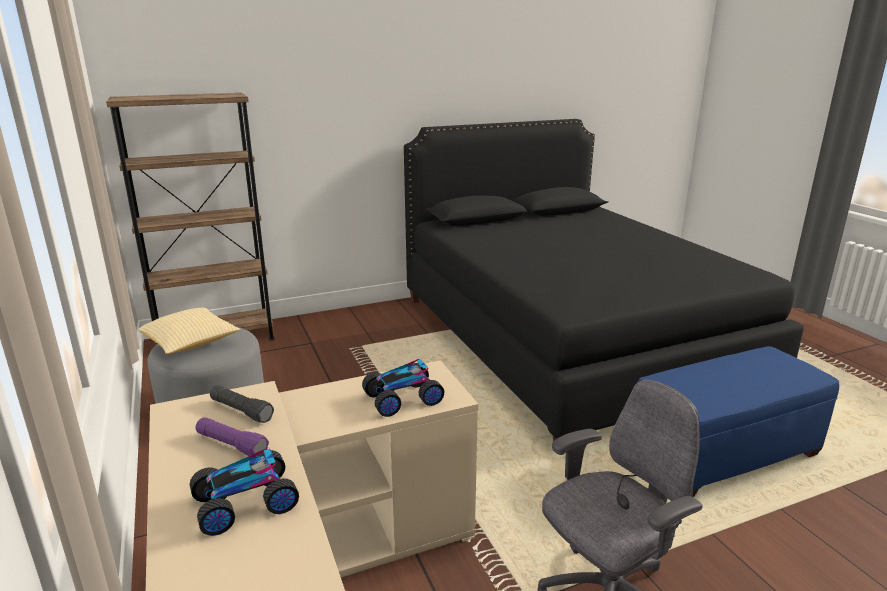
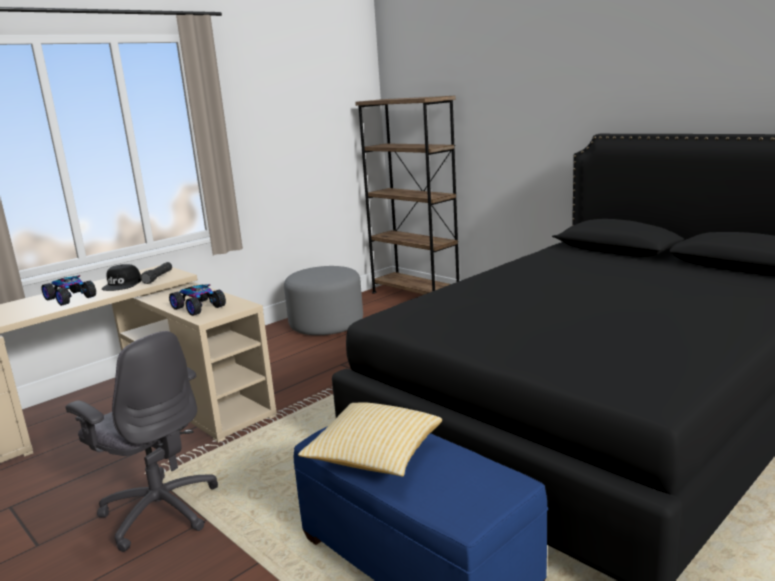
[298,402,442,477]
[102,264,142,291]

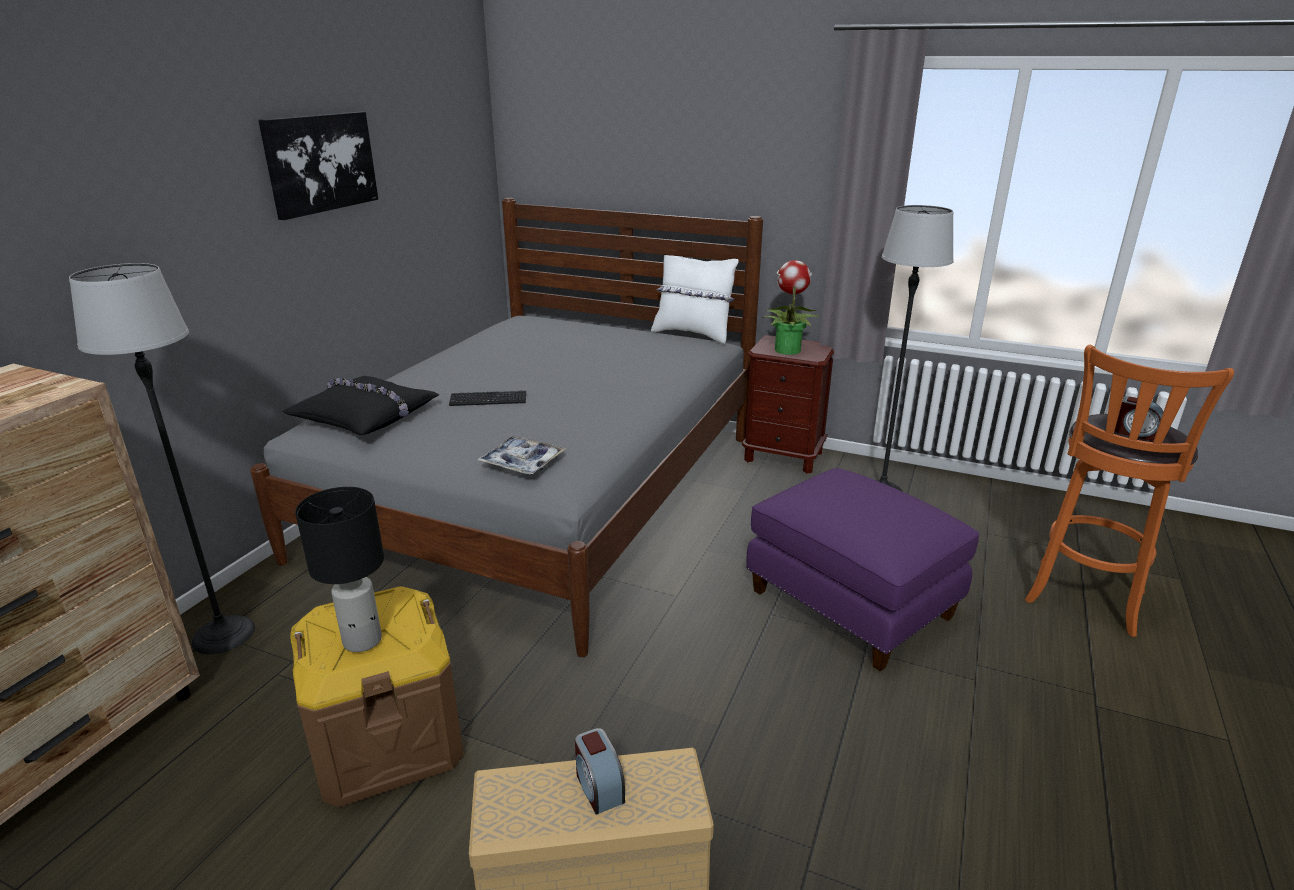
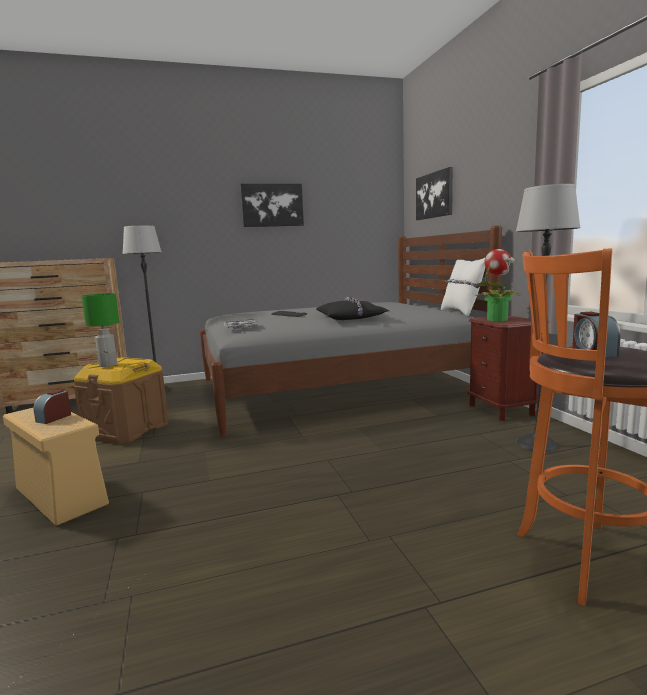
[746,468,980,671] (first image)
[416,167,453,220]
[316,297,389,320]
[81,293,119,367]

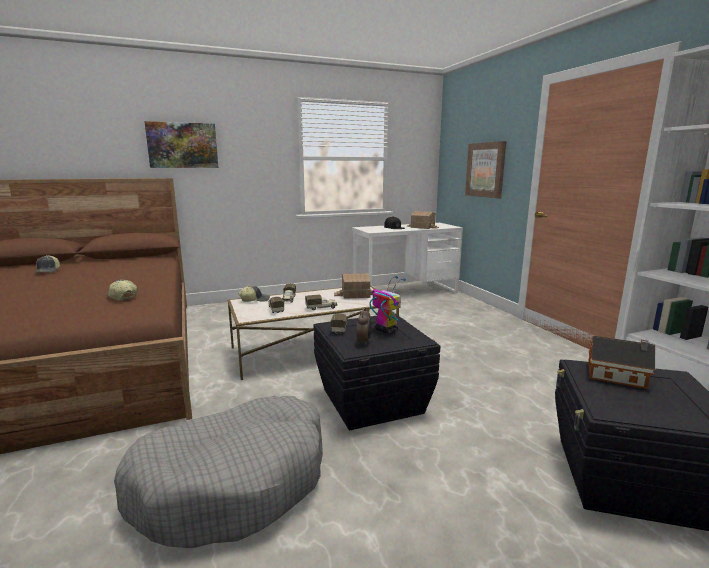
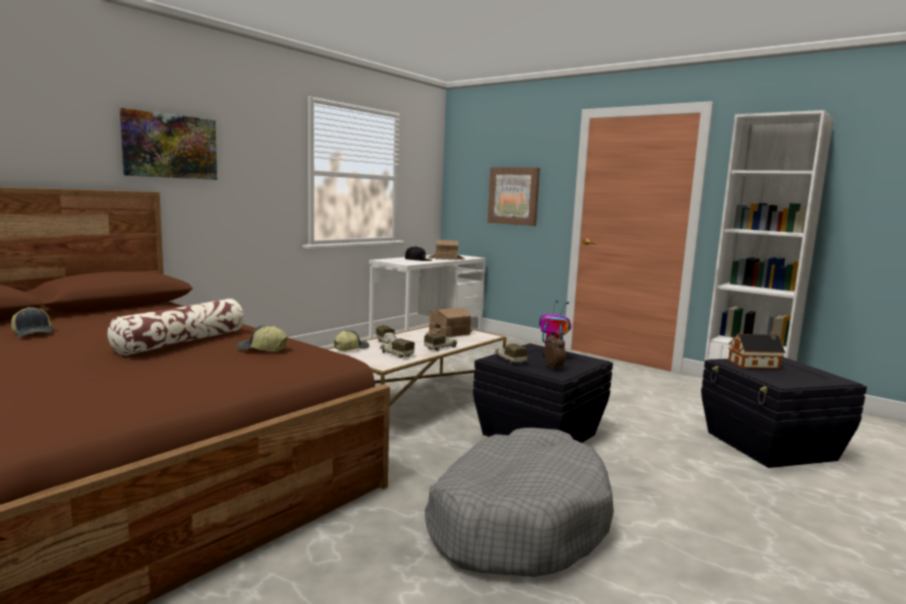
[107,299,244,356]

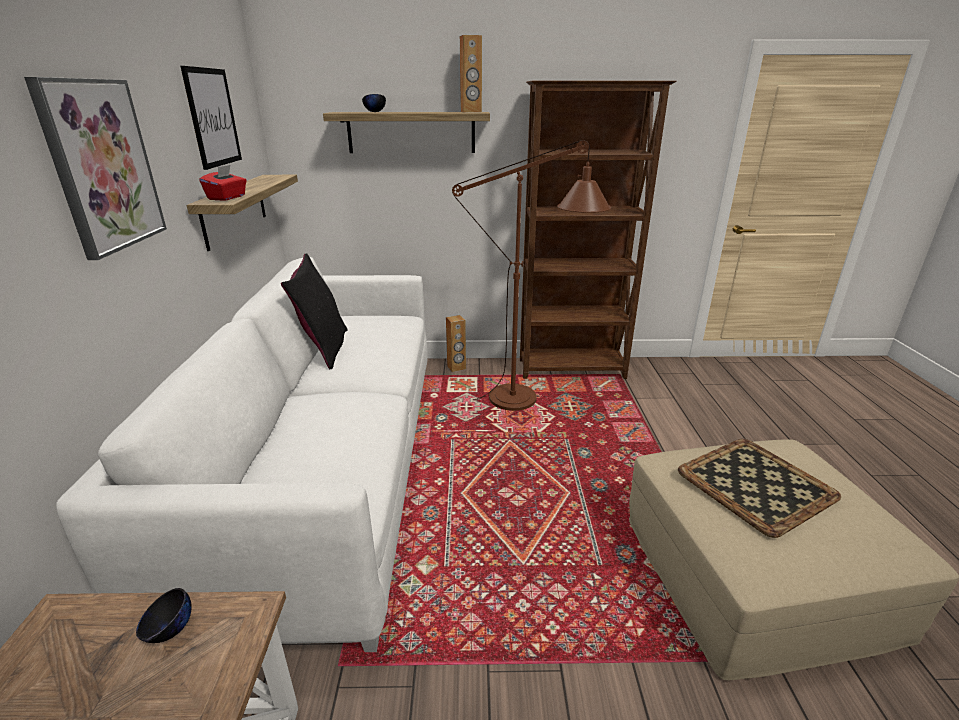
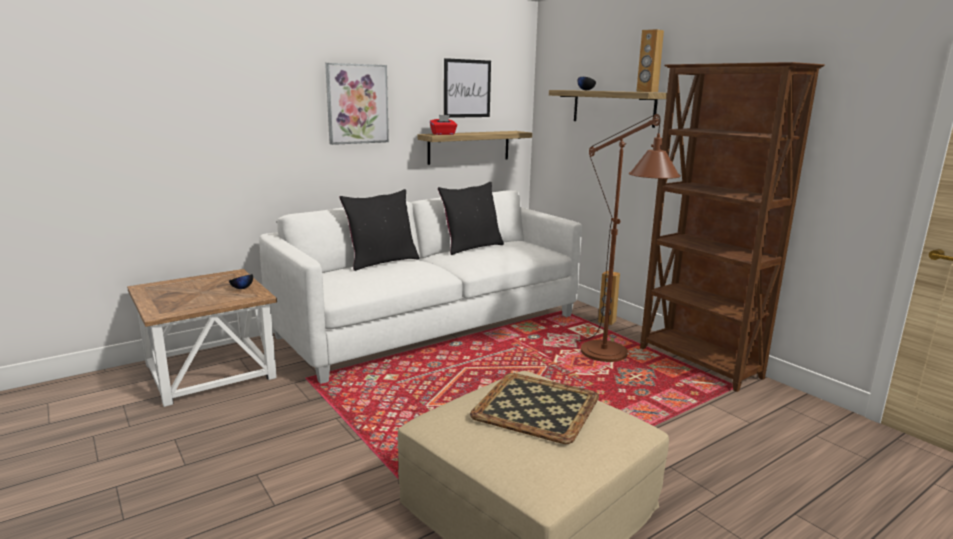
[339,189,419,271]

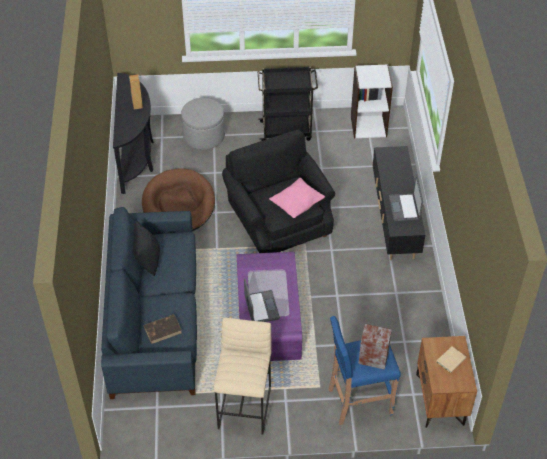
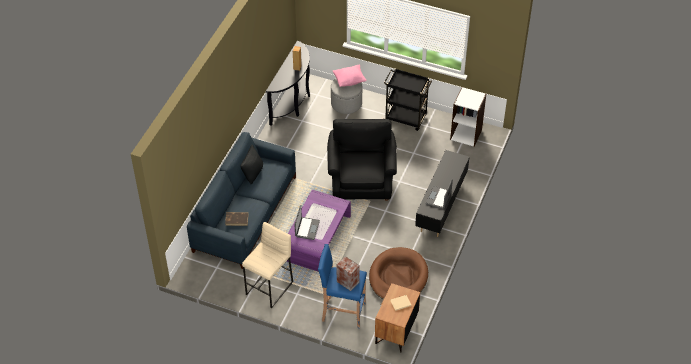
[369,247,428,299]
[333,65,366,87]

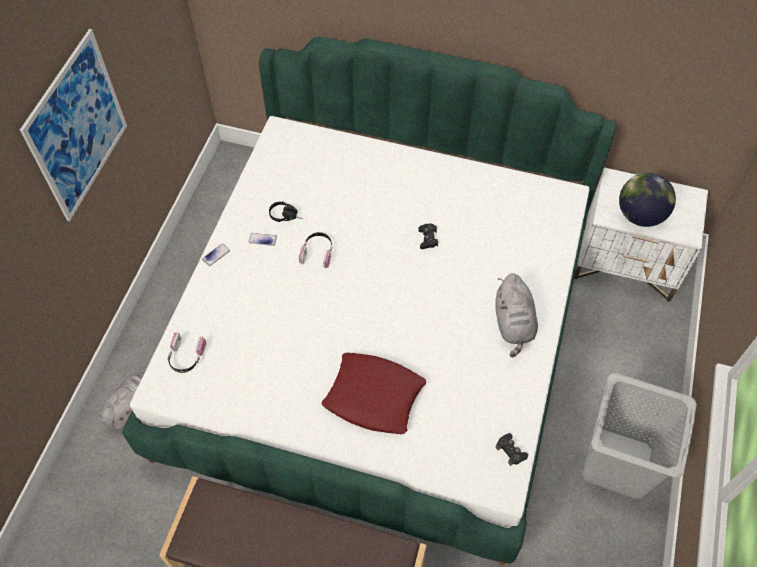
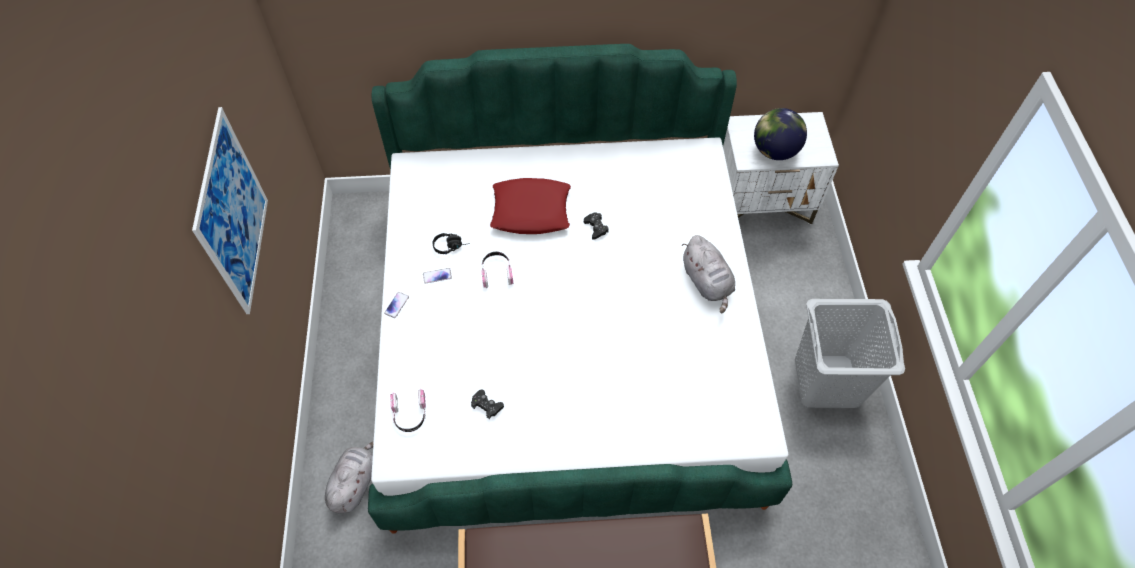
[490,178,571,234]
[471,389,504,419]

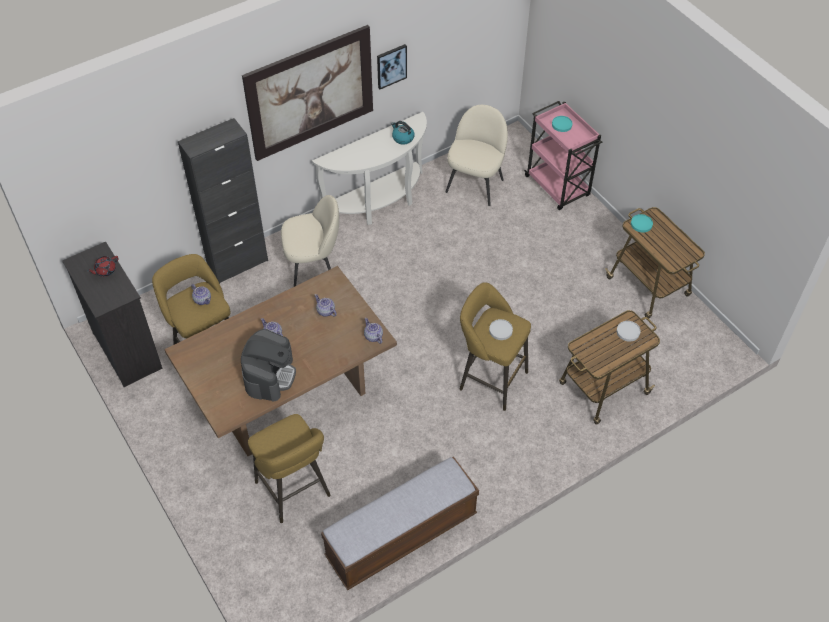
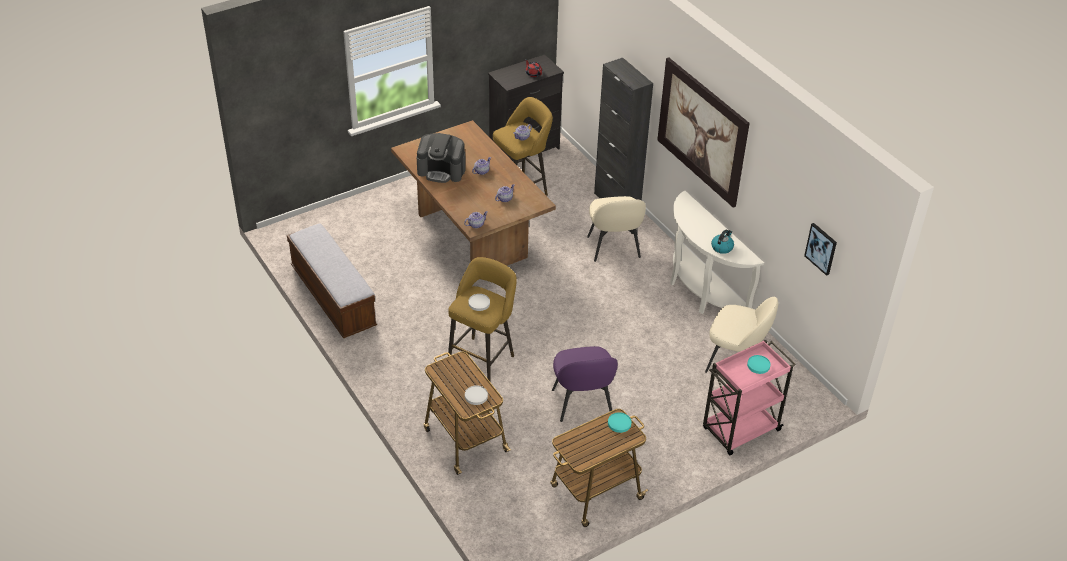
[248,414,331,523] (first image)
[552,346,618,422]
[804,223,837,276]

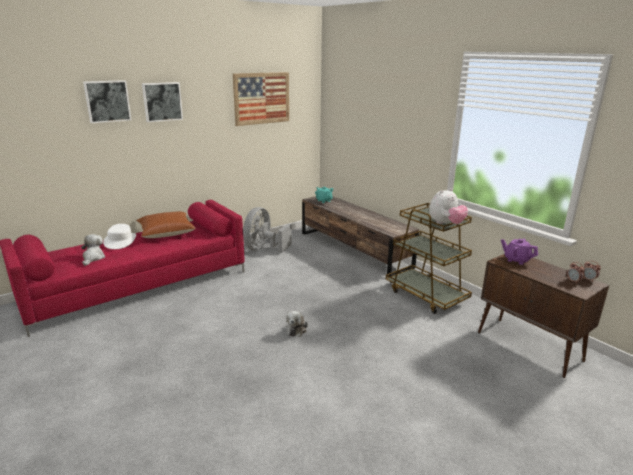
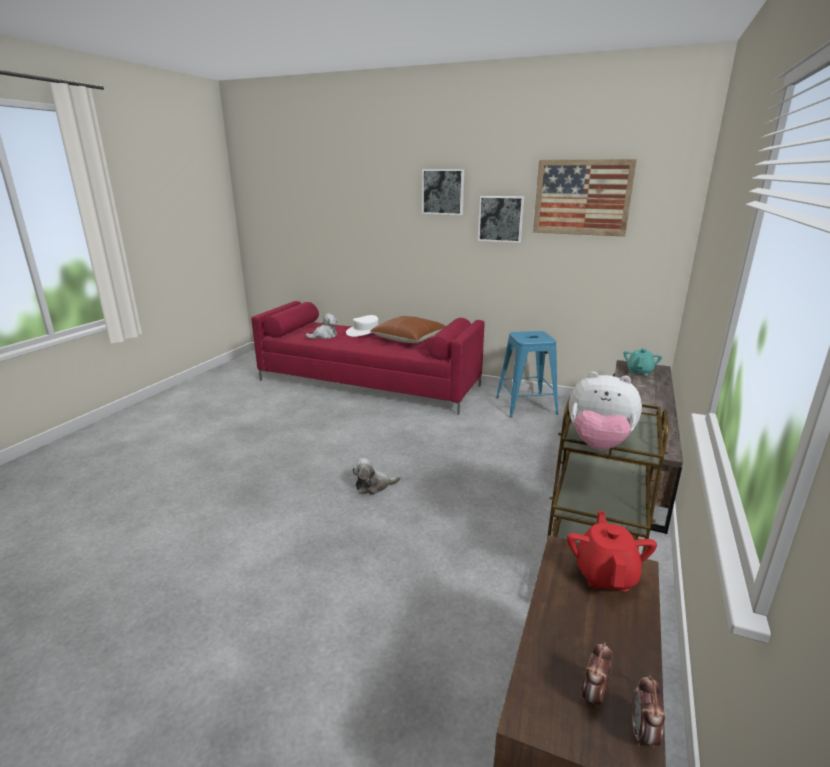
[478,196,524,243]
[496,331,558,418]
[567,511,657,591]

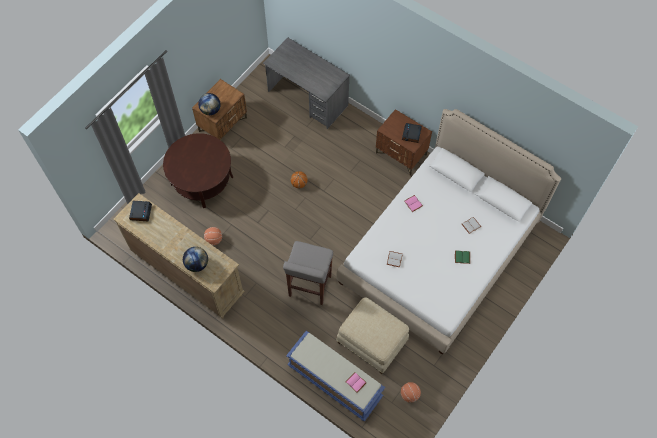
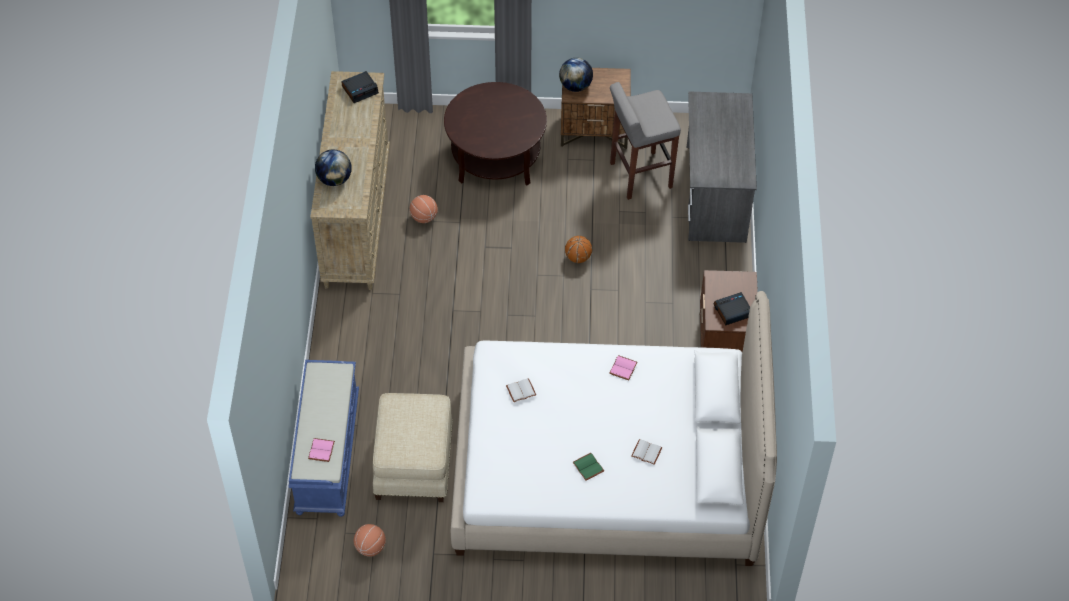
[610,82,681,200]

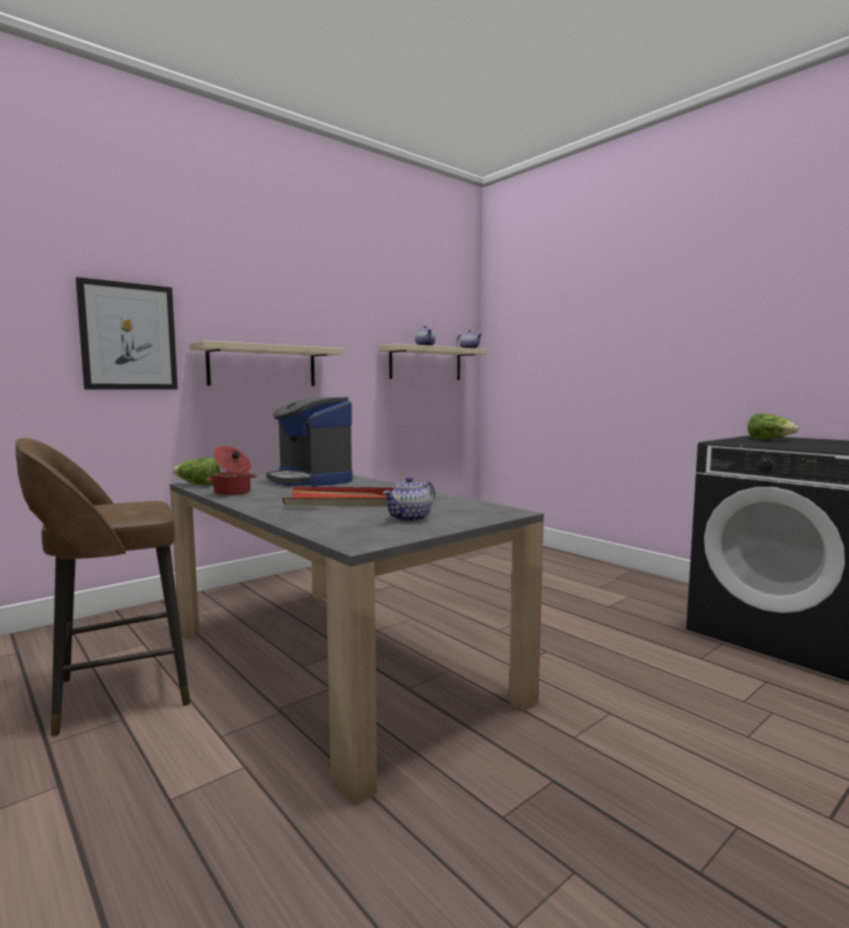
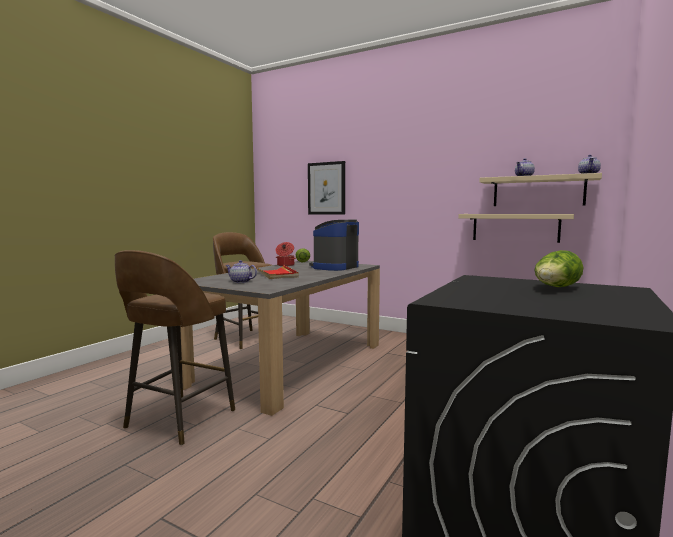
[115,250,235,445]
[459,214,574,243]

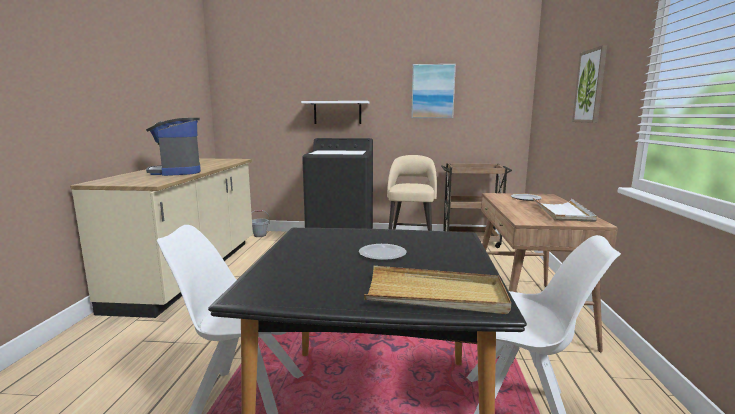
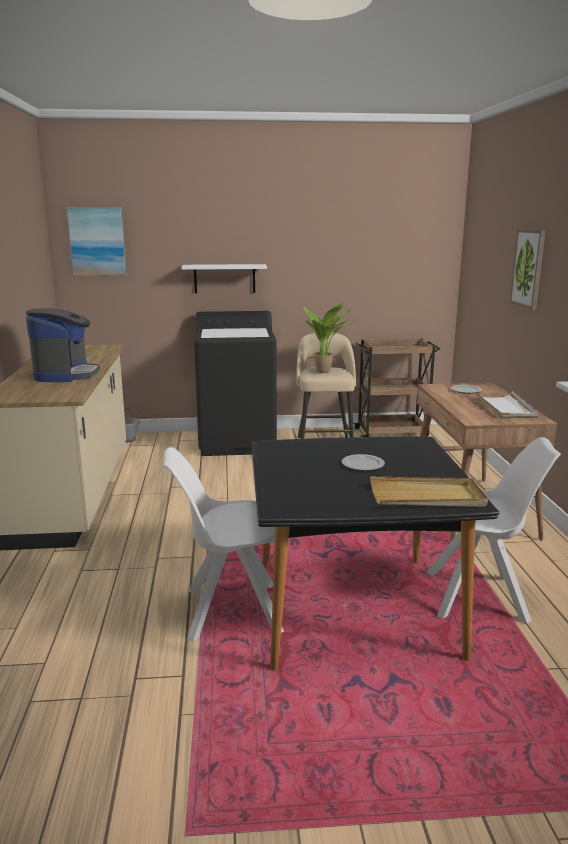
[304,302,356,373]
[66,207,127,277]
[26,308,100,382]

